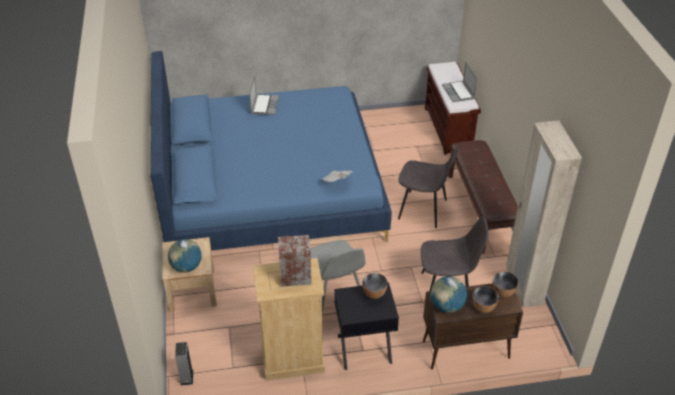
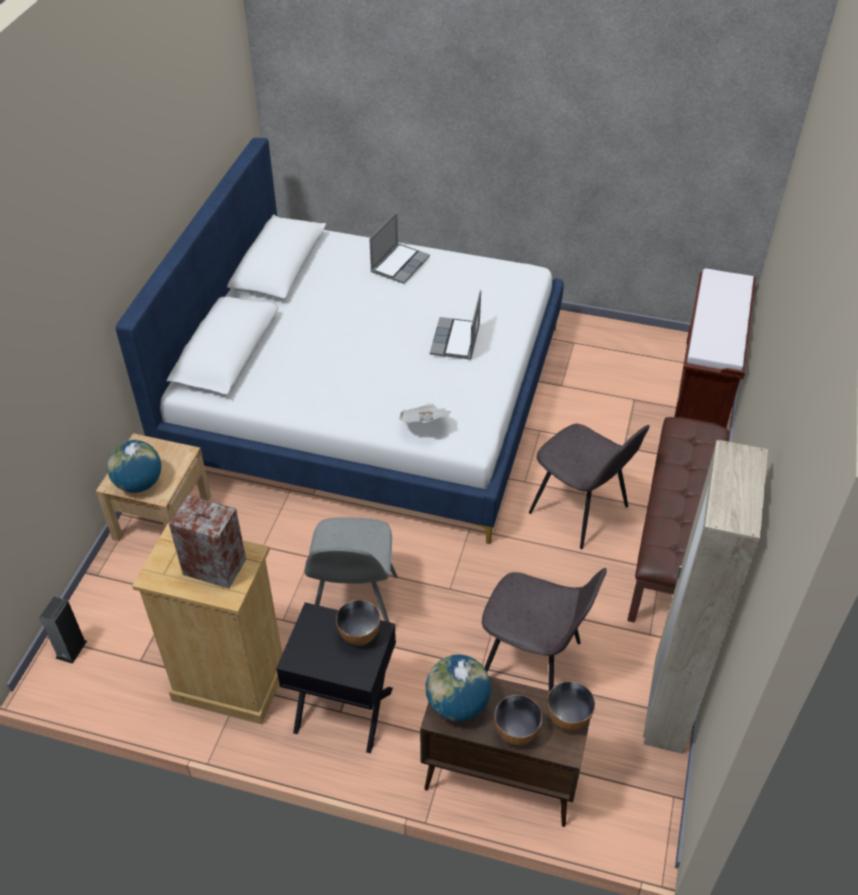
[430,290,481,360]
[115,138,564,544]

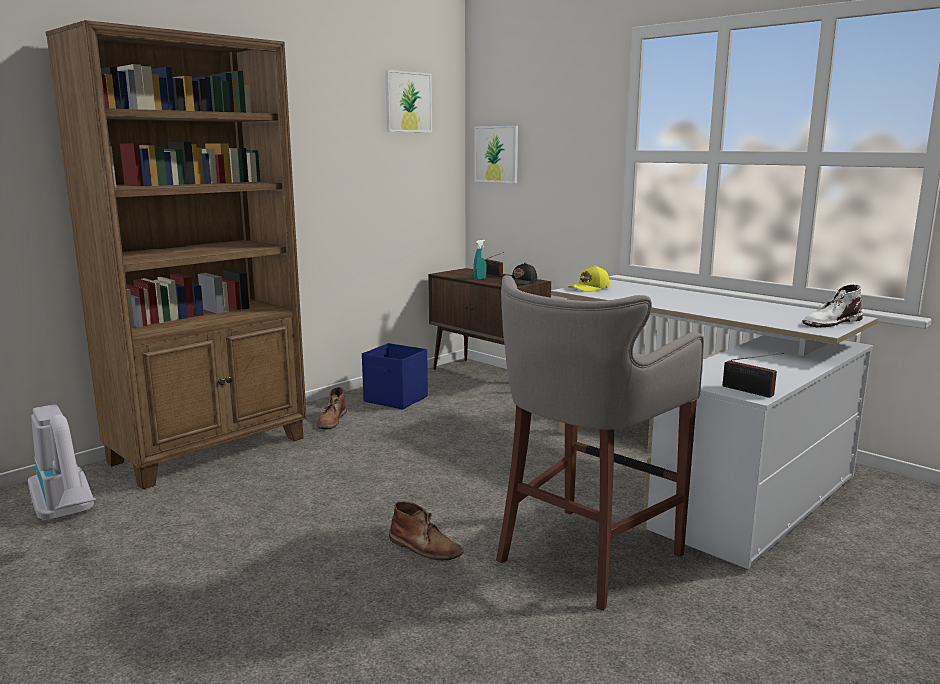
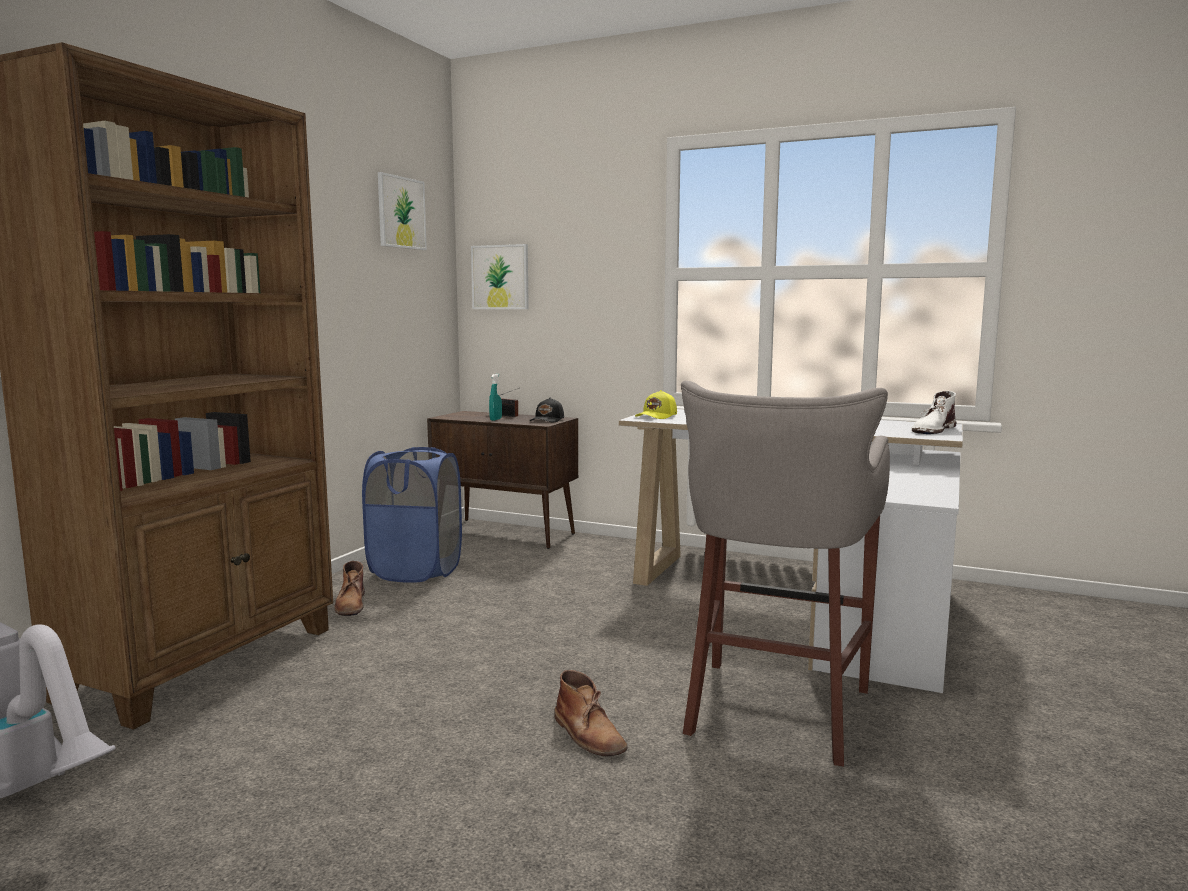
[723,353,784,398] (first image)
[362,447,462,583]
[554,670,628,756]

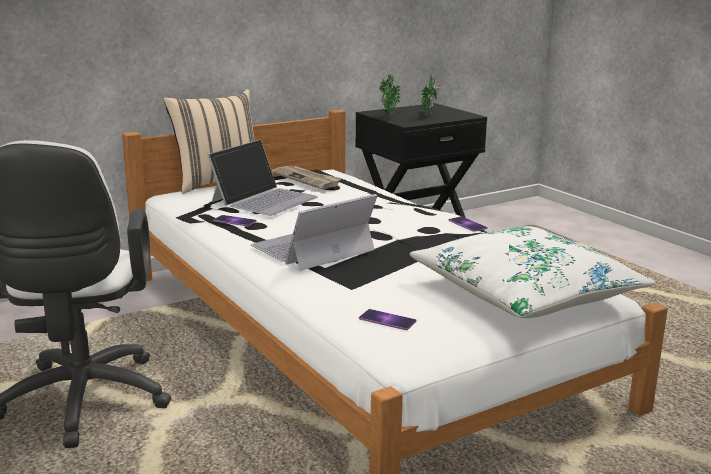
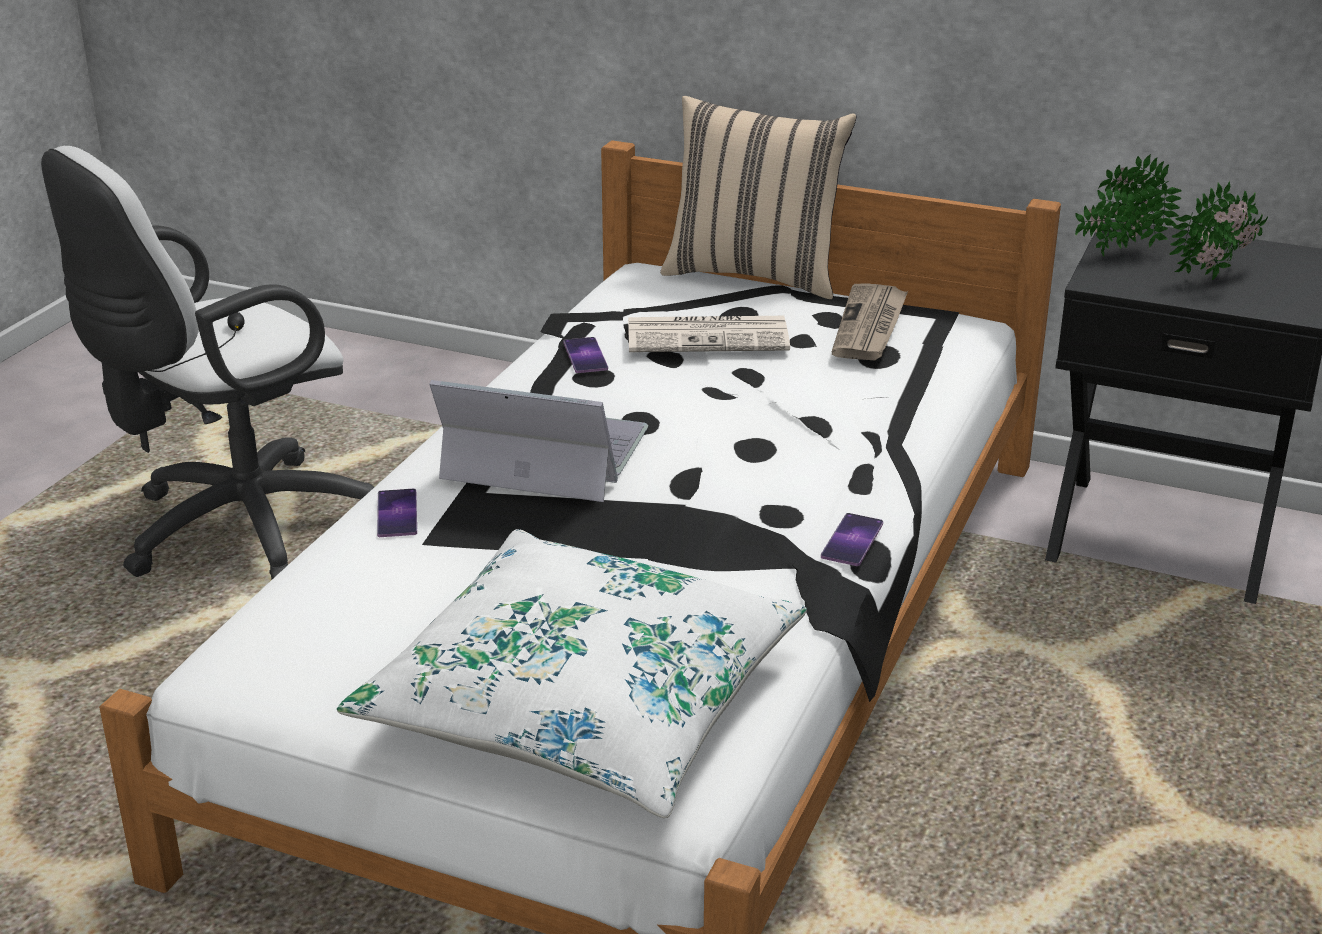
[377,489,417,537]
[628,316,790,352]

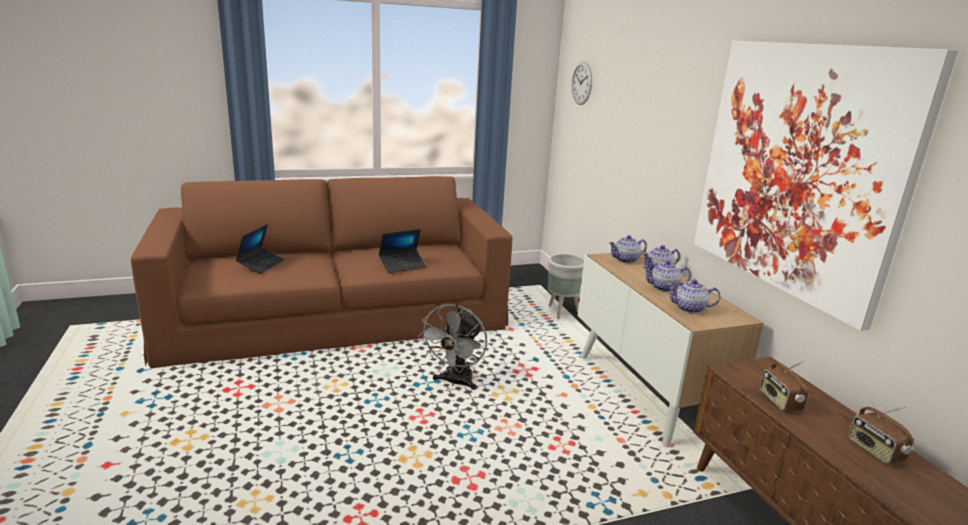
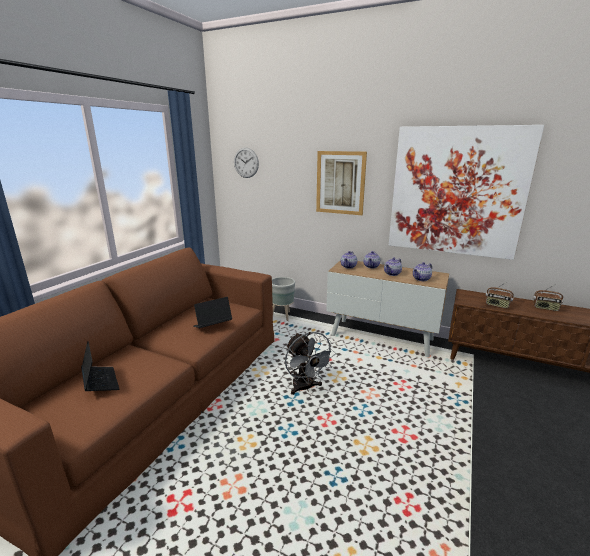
[316,151,367,215]
[193,297,232,328]

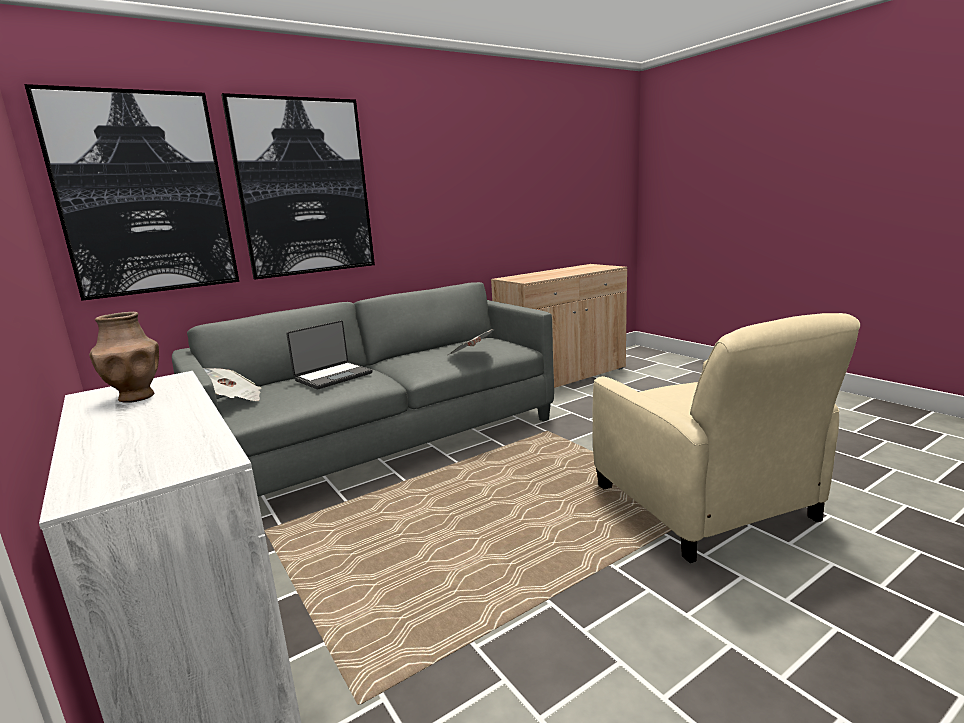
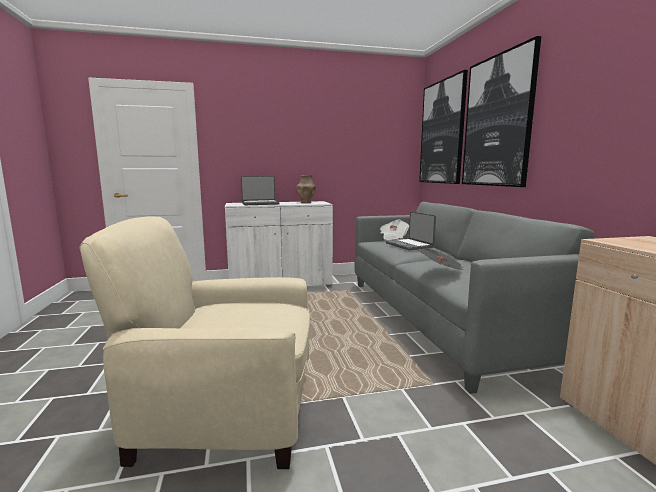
[241,176,280,205]

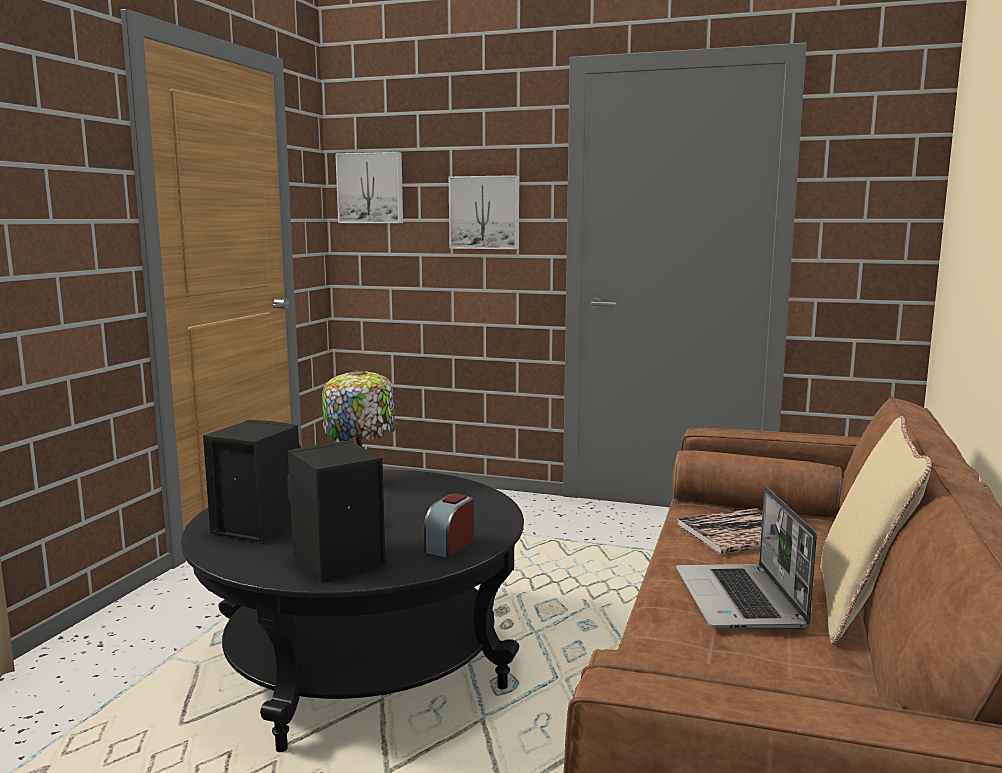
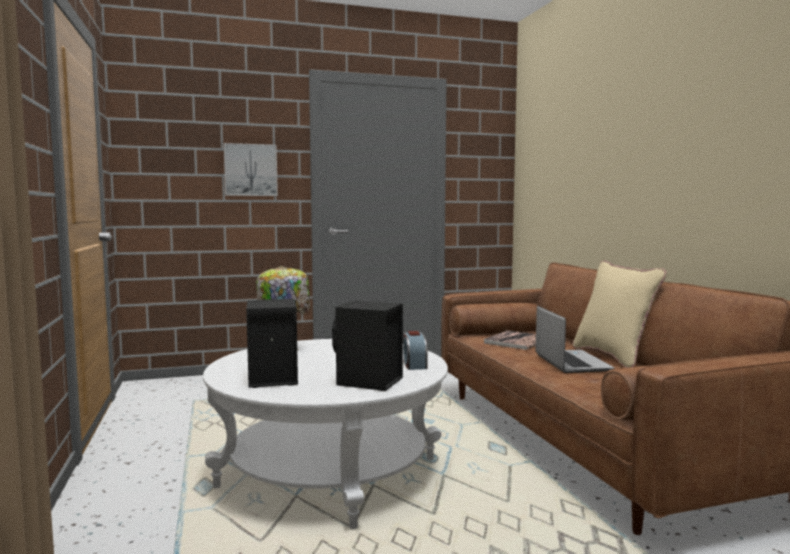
[335,152,403,223] (first image)
[203,339,448,529]
[535,306,614,373]

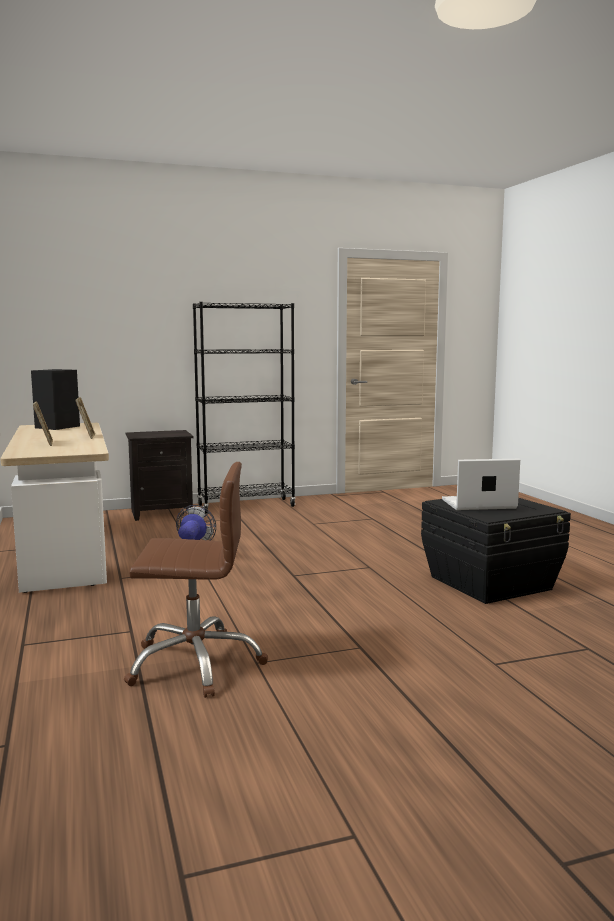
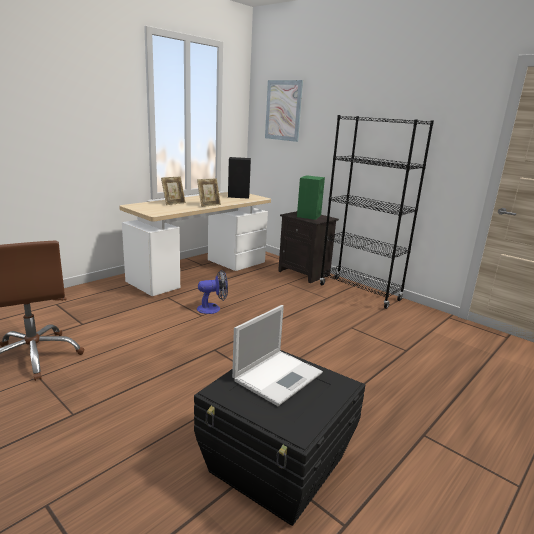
[265,80,303,142]
[297,175,325,220]
[232,305,323,406]

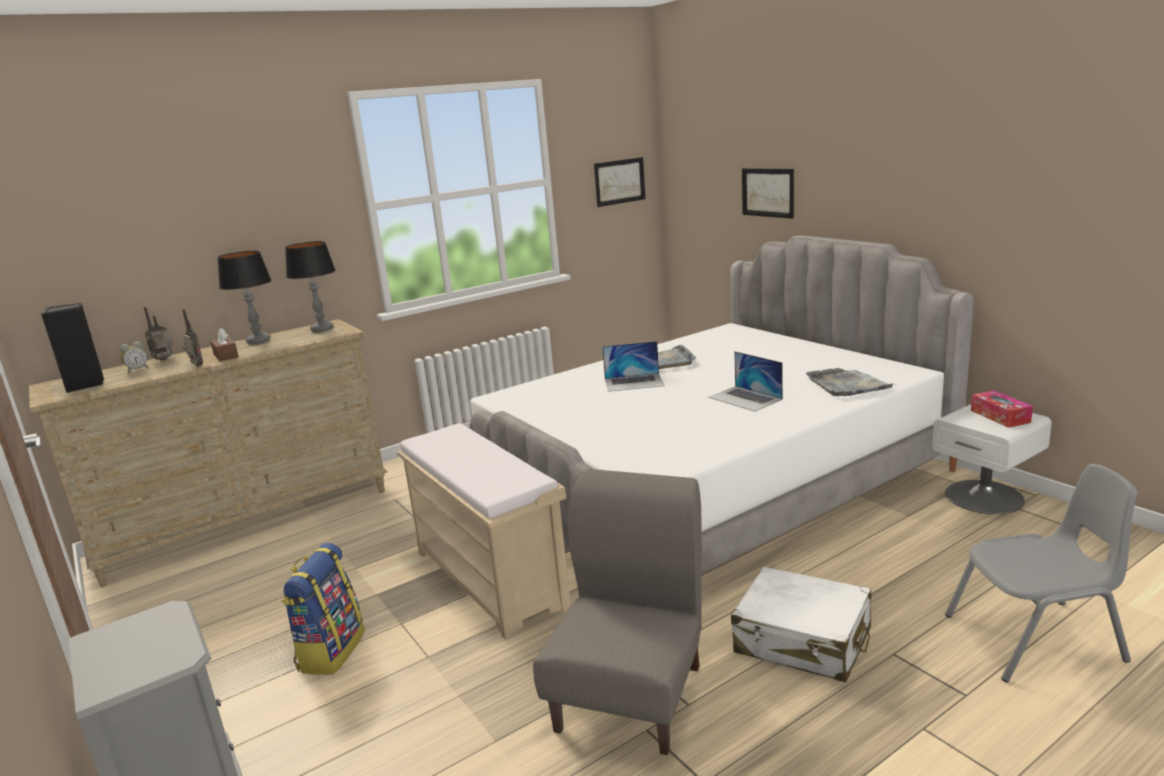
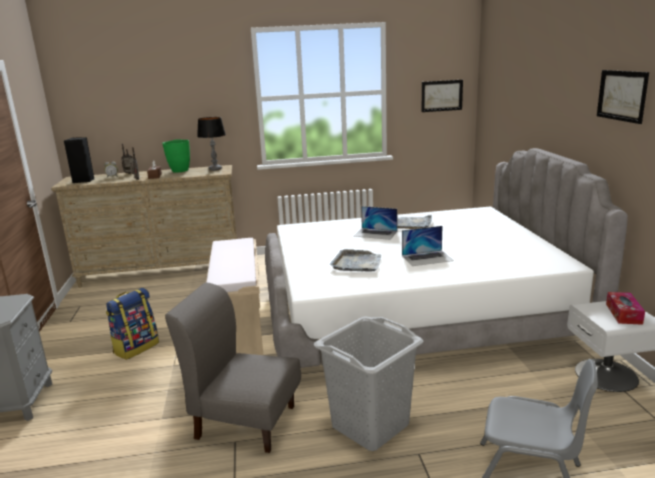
[597,70,649,124]
[330,249,381,272]
[162,139,190,173]
[313,316,423,451]
[165,282,301,453]
[402,226,454,266]

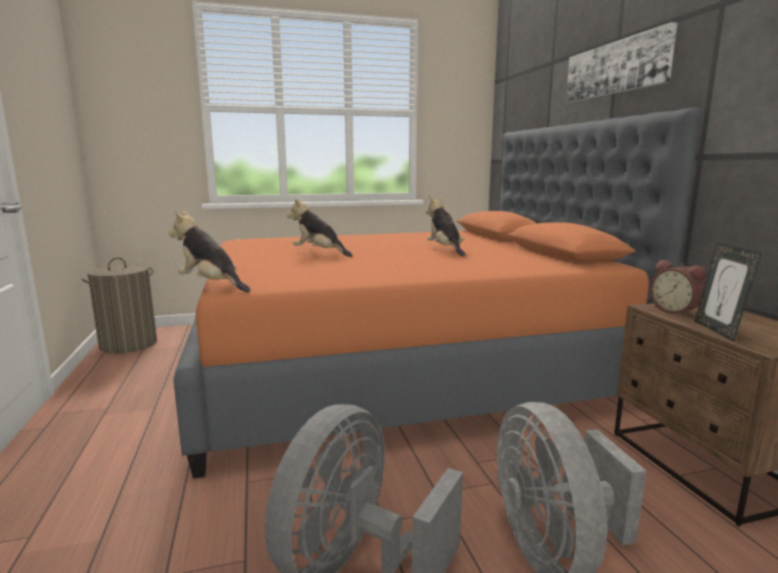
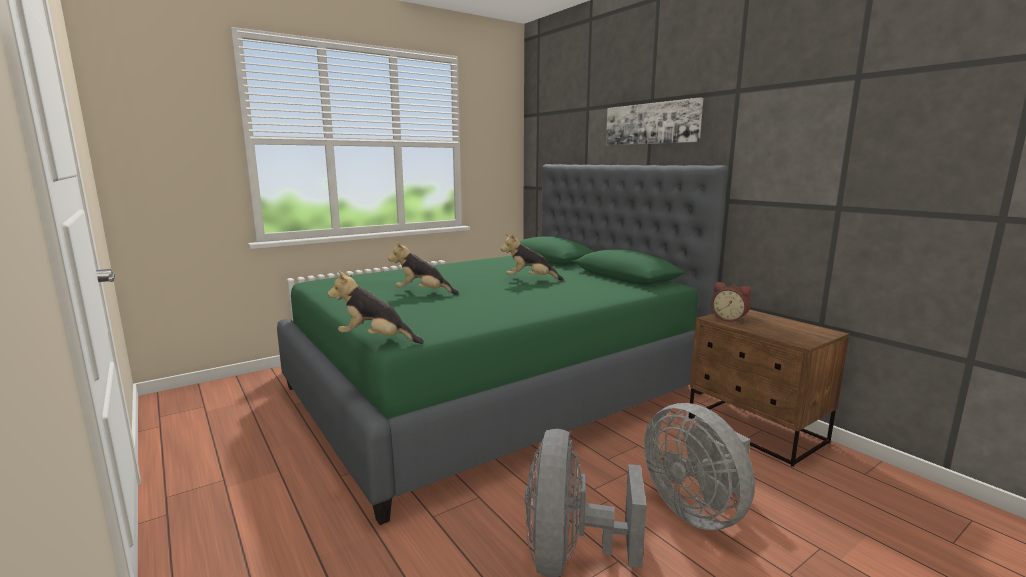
[82,258,157,354] (first image)
[695,243,762,342] (first image)
[277,164,729,525]
[501,234,564,281]

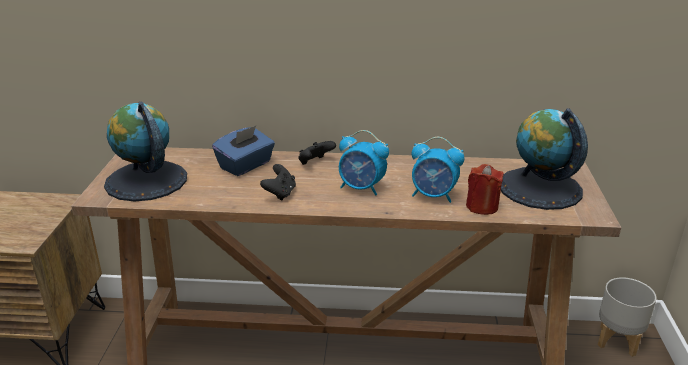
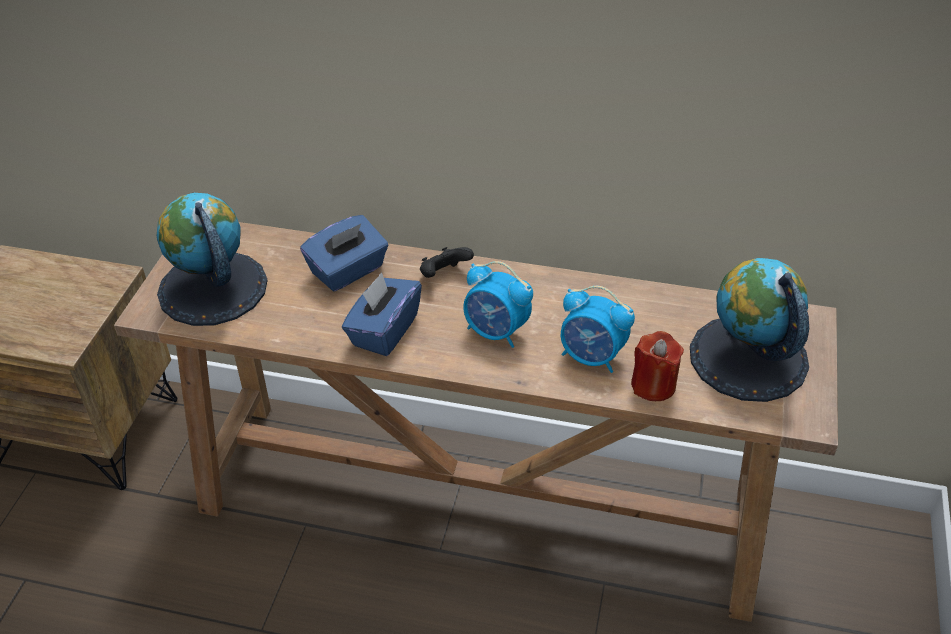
[598,277,656,357] (first image)
[342,272,422,356]

